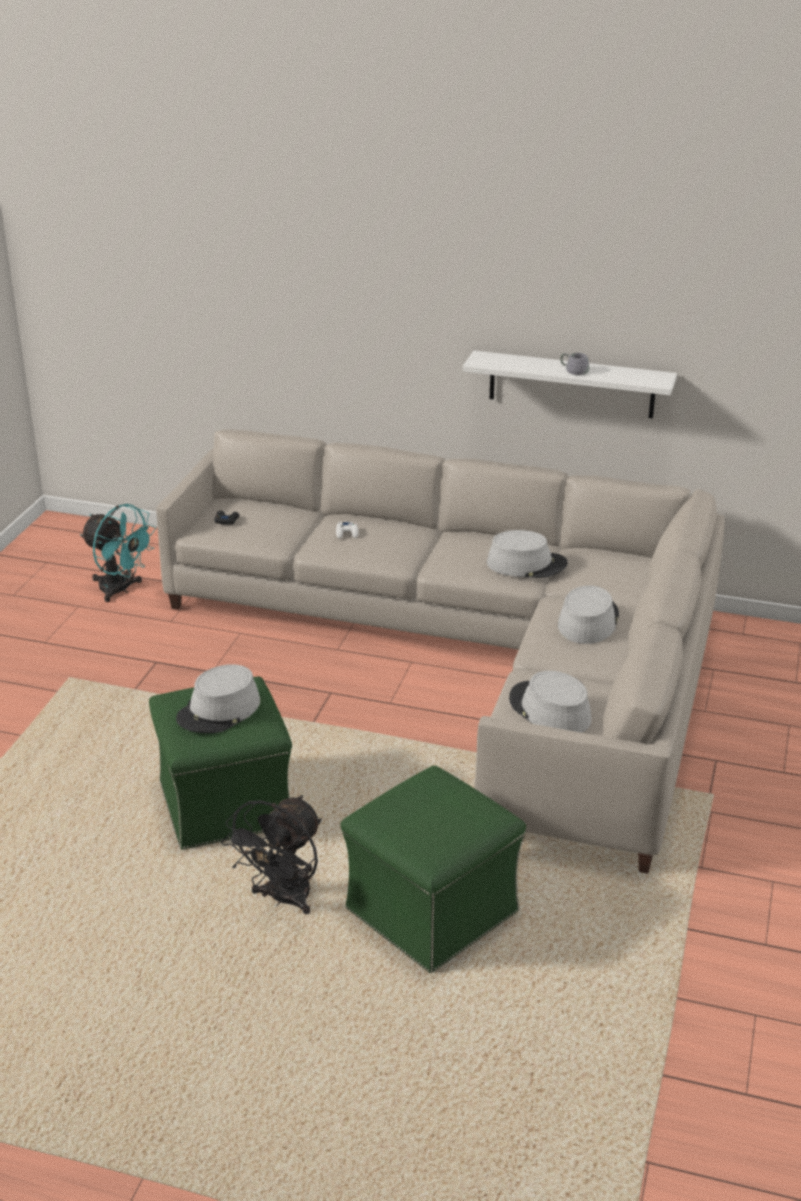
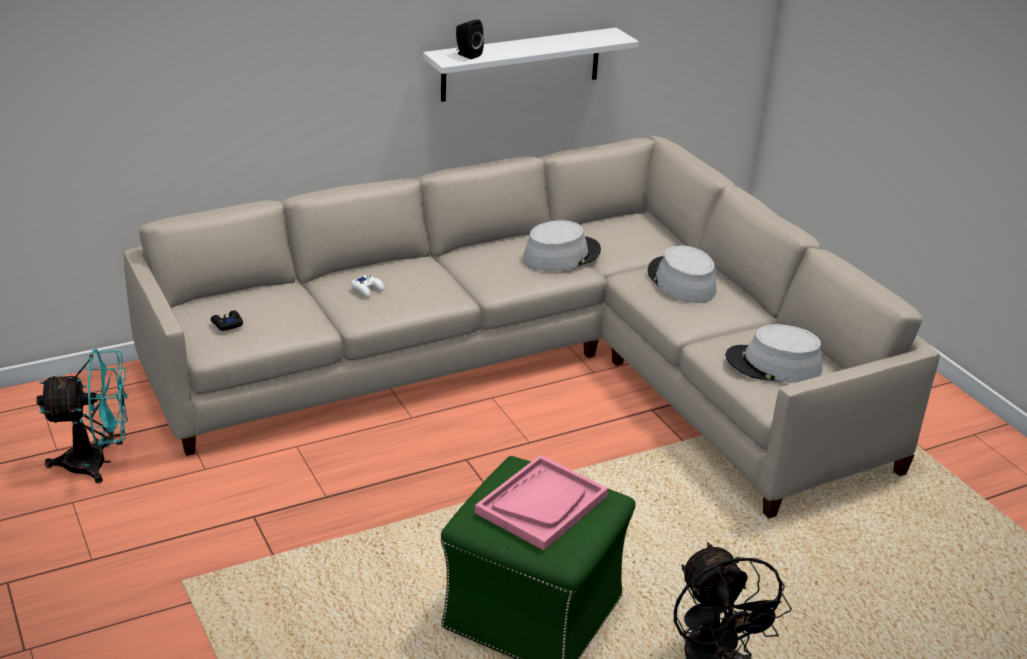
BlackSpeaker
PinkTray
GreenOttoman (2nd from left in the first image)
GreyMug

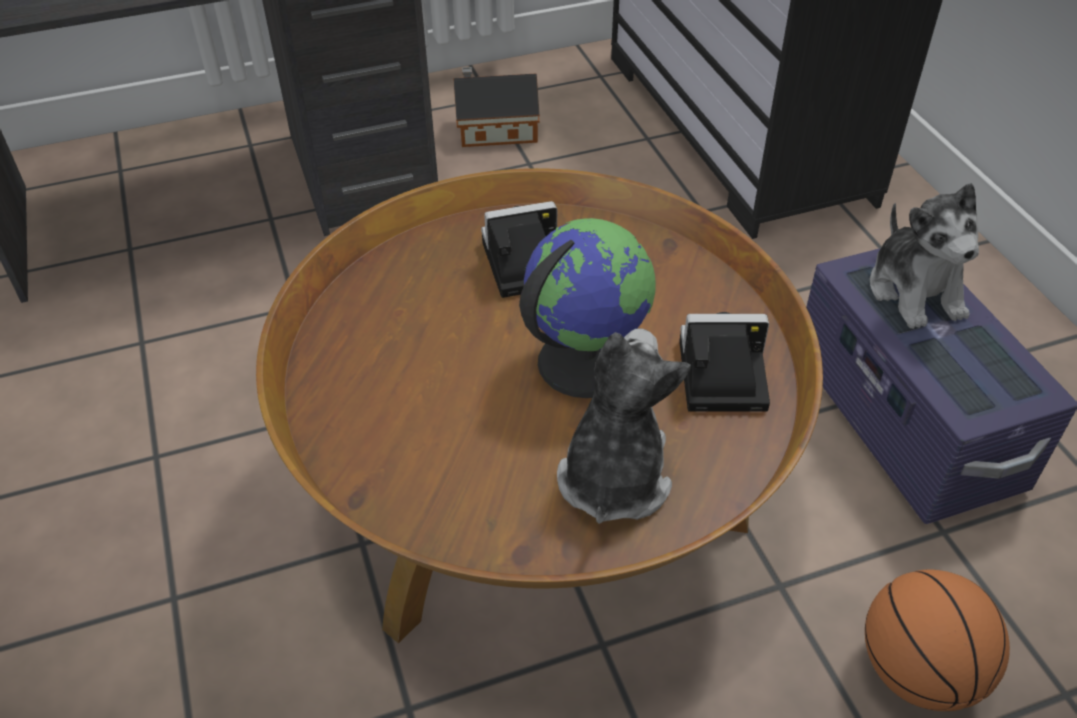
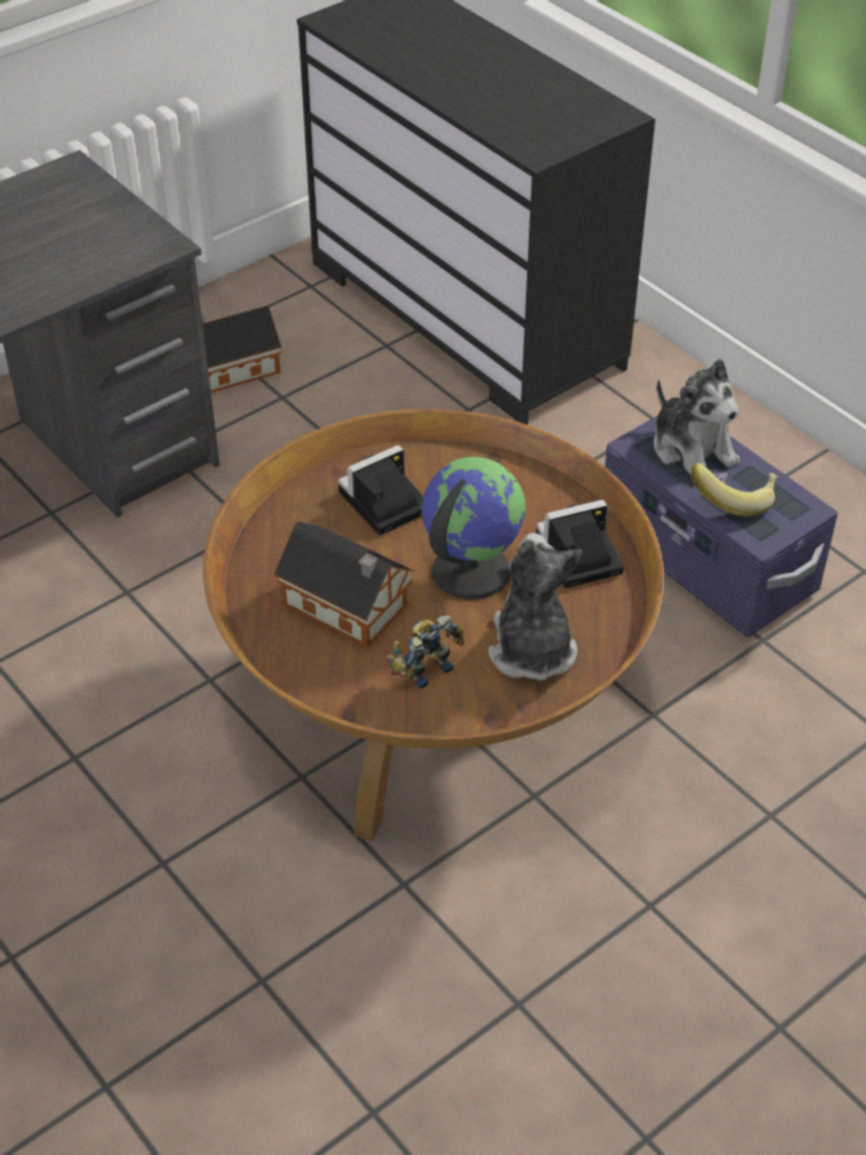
ToyHouse (2nd from left)
ToyRobot
Banana
Basketball

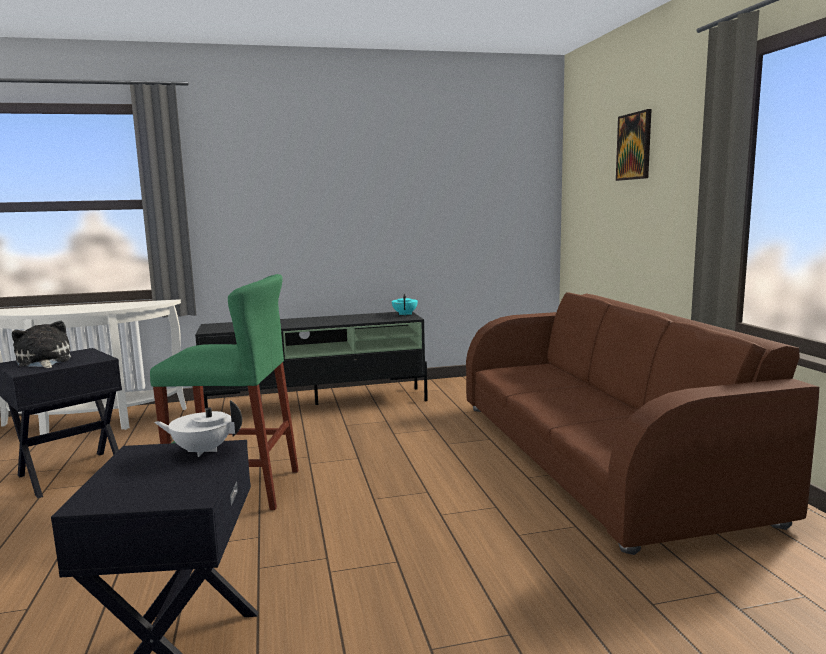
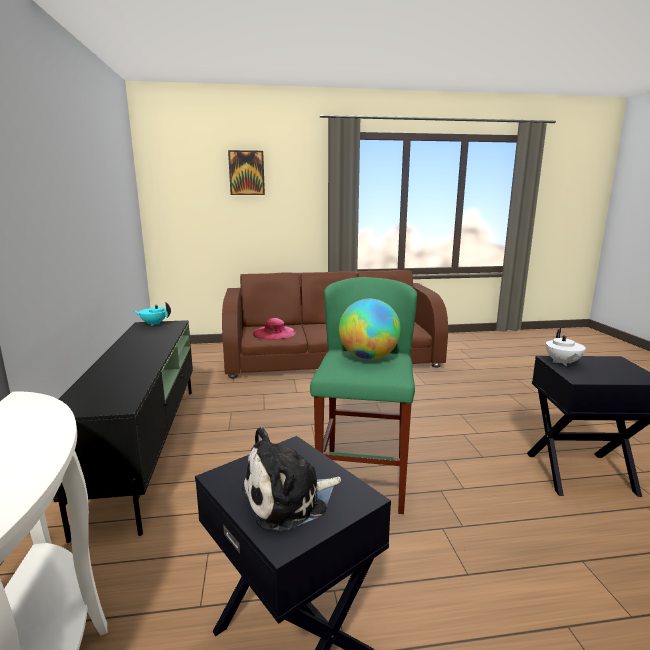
PinkHat
Globe

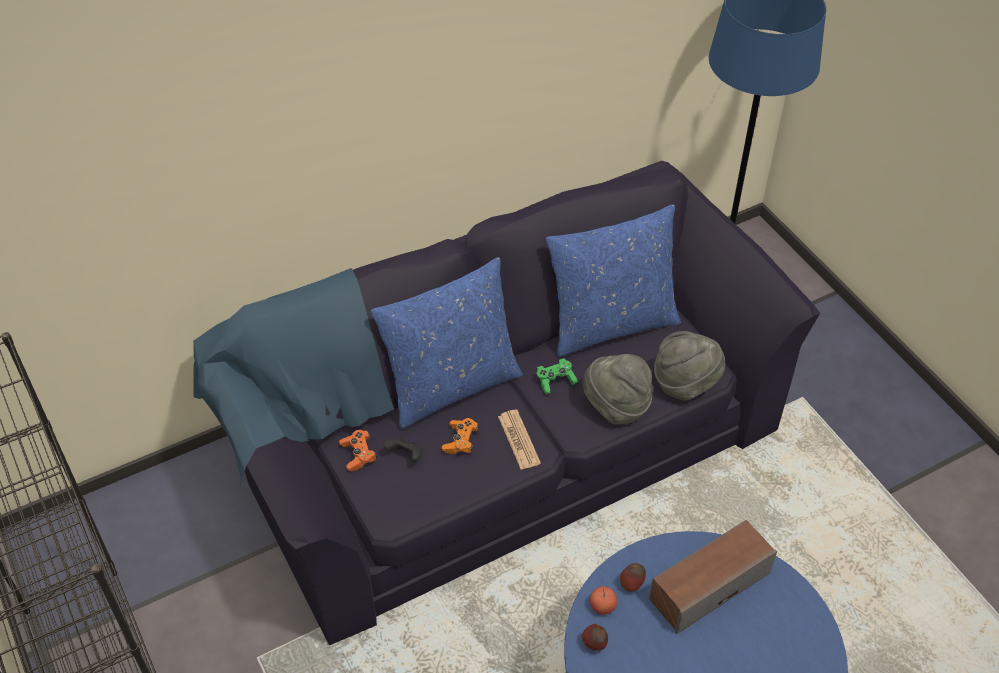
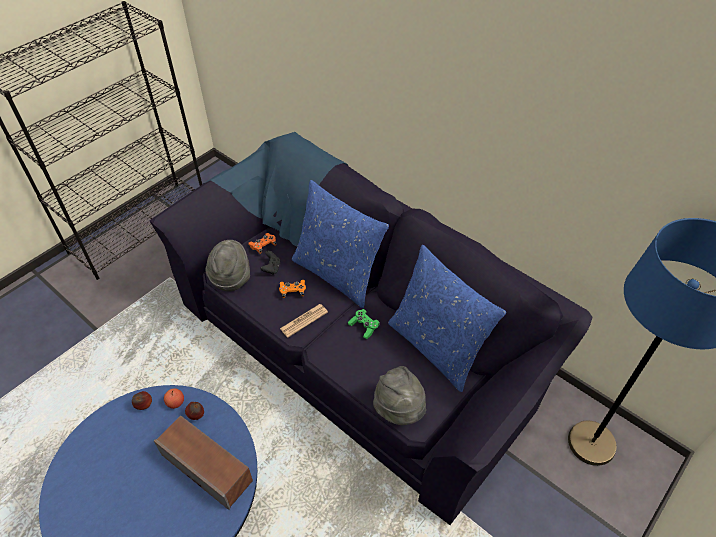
GreyHat (1st from left)

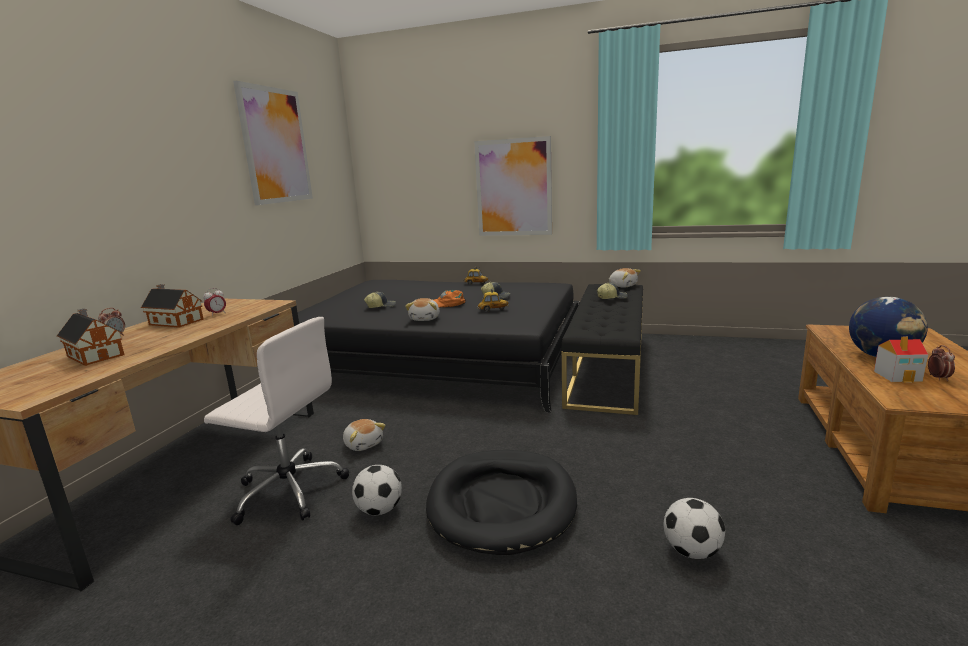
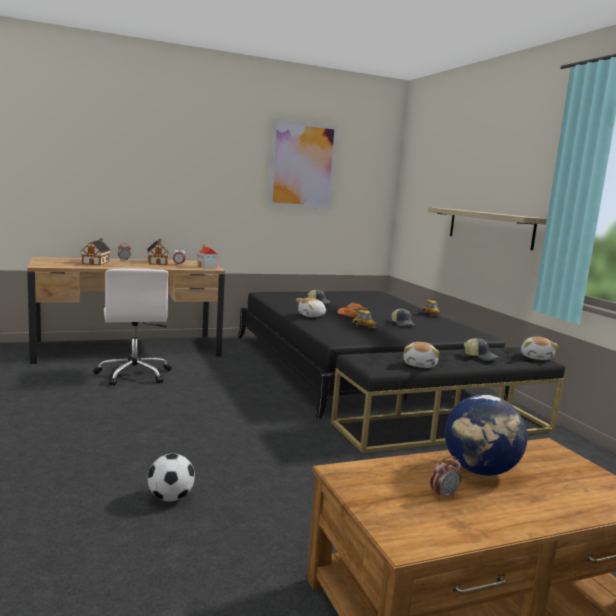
ToyHouse (3rd from left)
PlushToy (2nd from left)
Shelf
Football (1st from left in the first image)
BlackDogBed

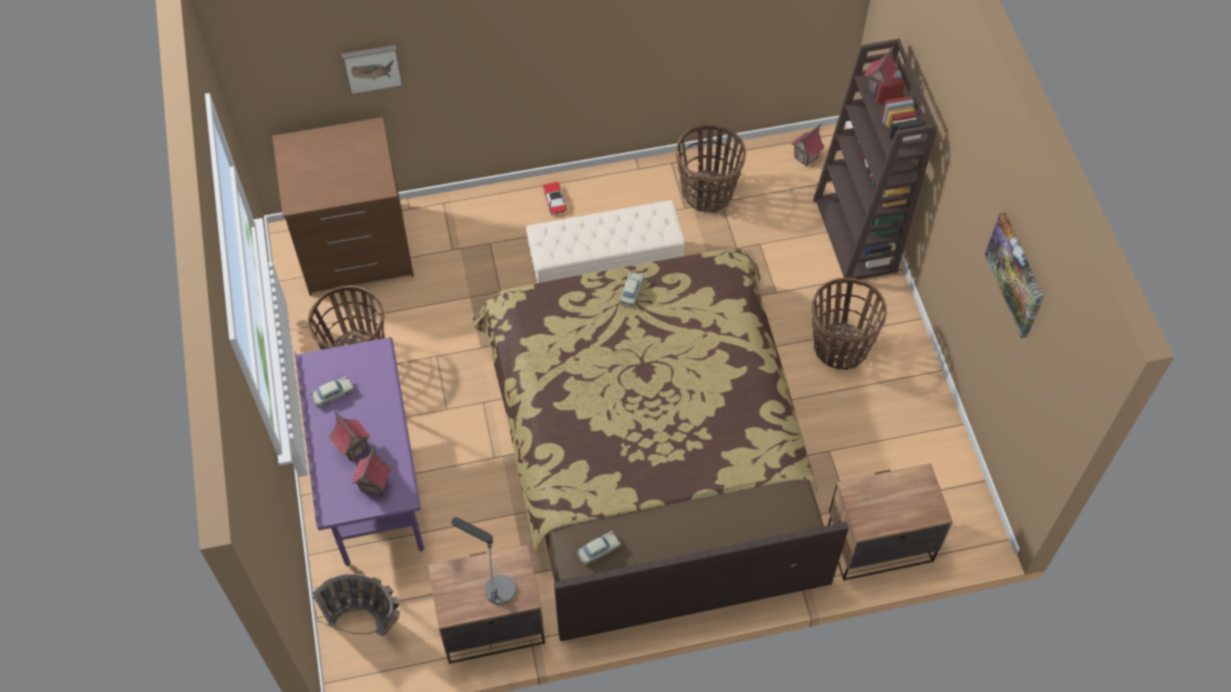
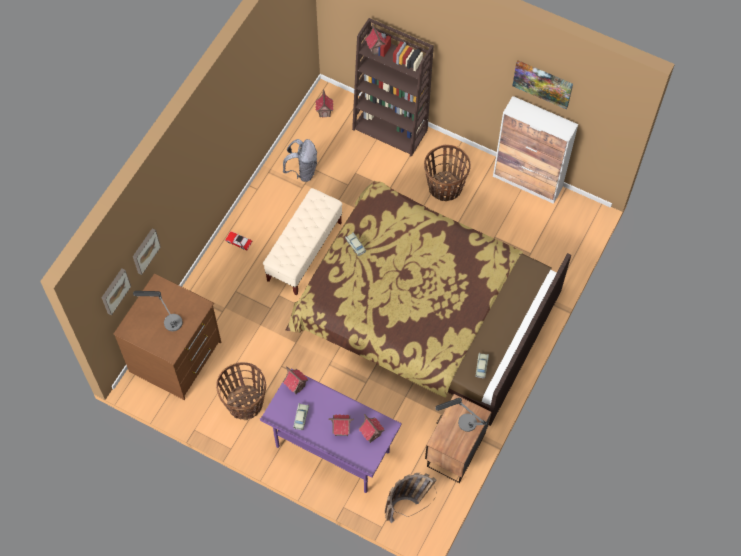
Picture (1st from left)
TableLamp (1st from left)
GreyBackpack
ToyHouse (1st from left)
Cabinet
Nightstand (2nd from left in the first image)

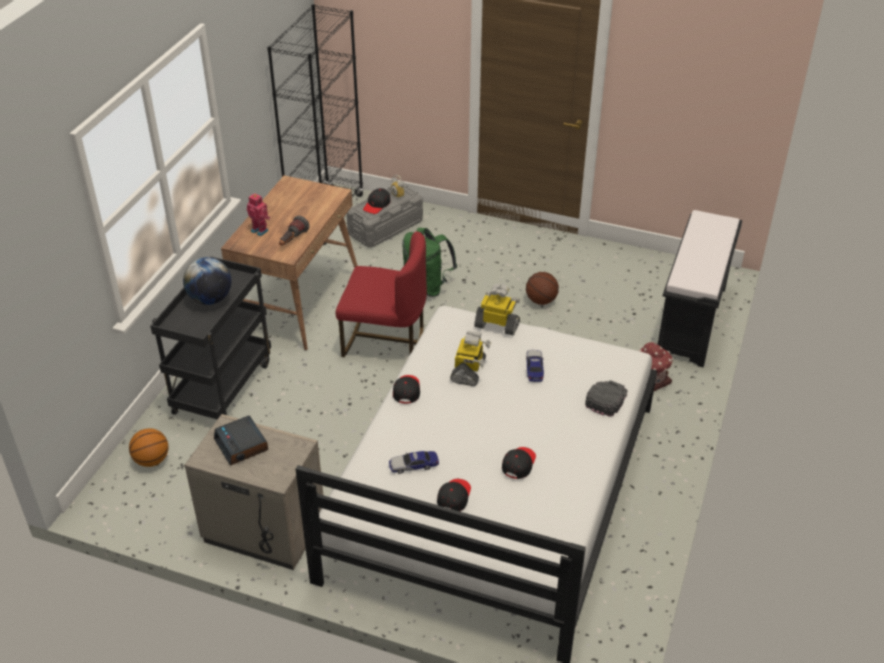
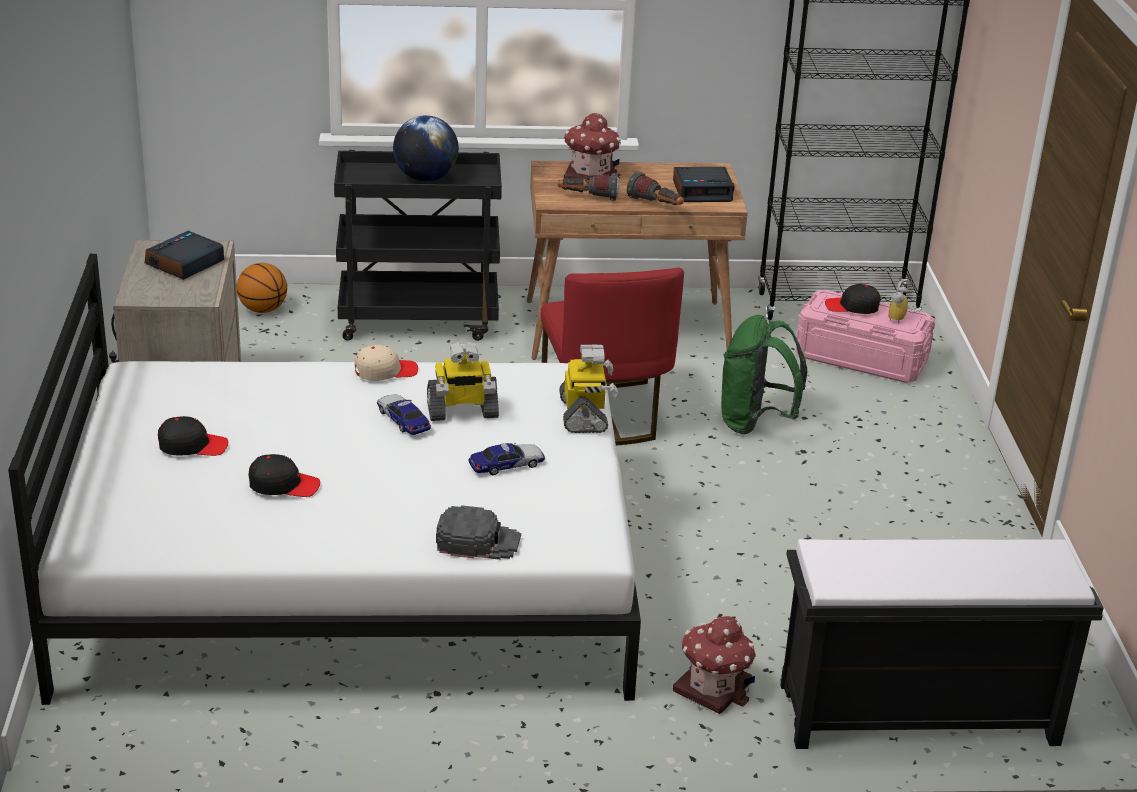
BeigeCap
ToyCar (1st from left)
ToyHouse (1st from left)
Flashlight (2nd from left)
AlarmClock (2nd from left)
PinkStorageBox
Basketball (2nd from left in the first image)

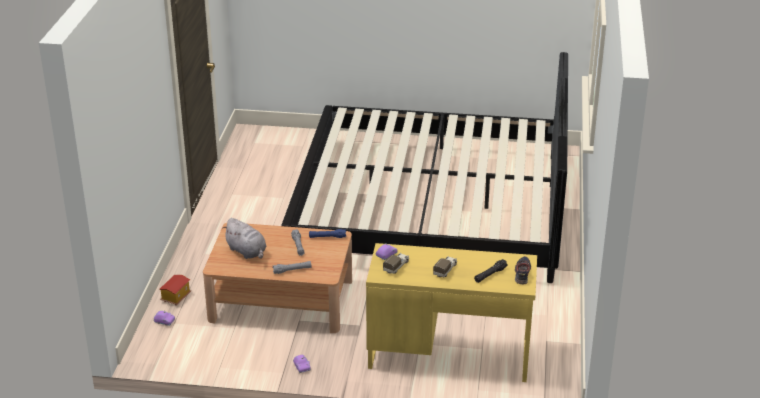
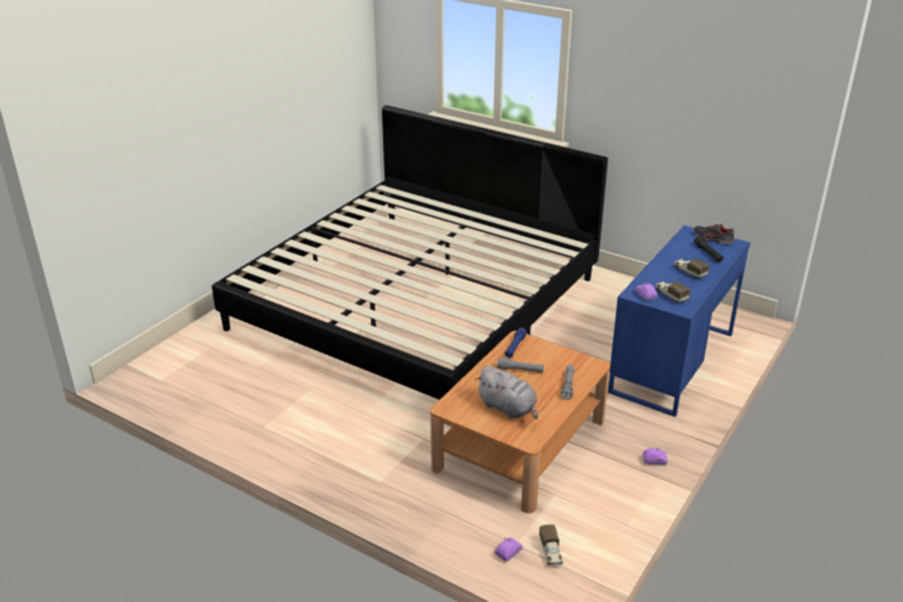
GreyPlushToy
ToyTruck (1st from left)
BlueDesk
ToyHouse

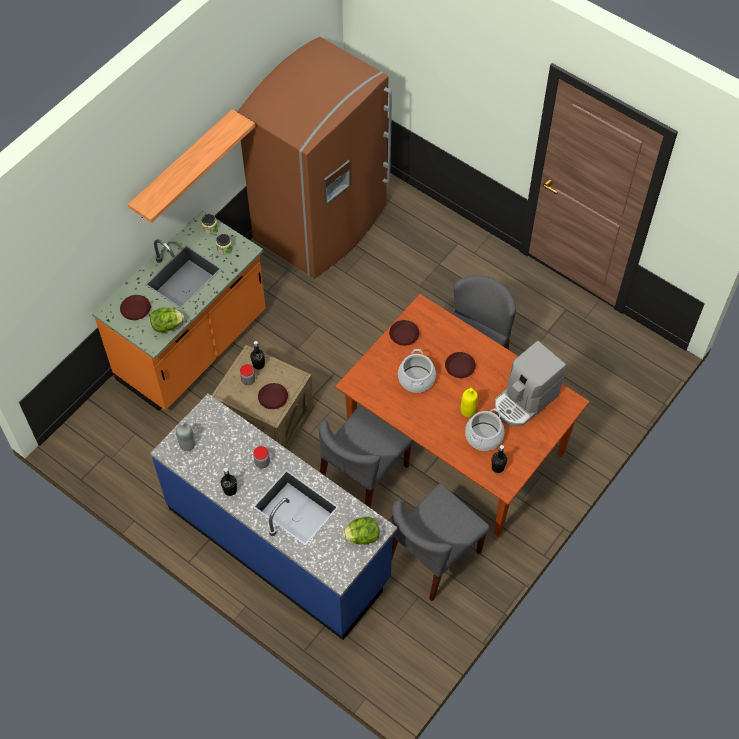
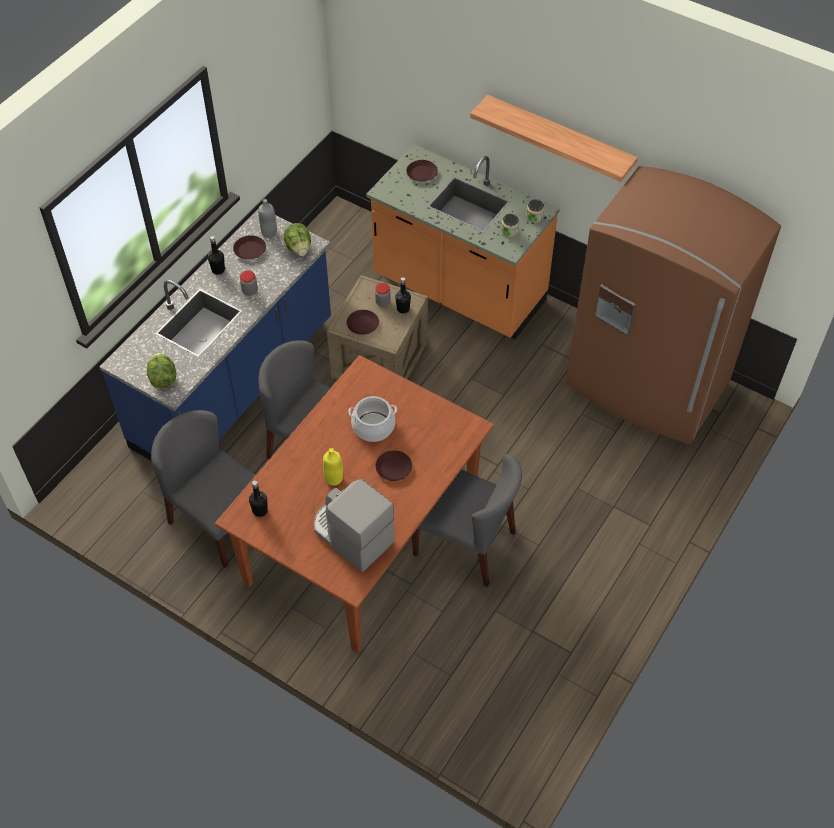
BrownPlate (1st from left)
Lettuce (2nd from left)
CookingPot (2nd from left in the first image)

